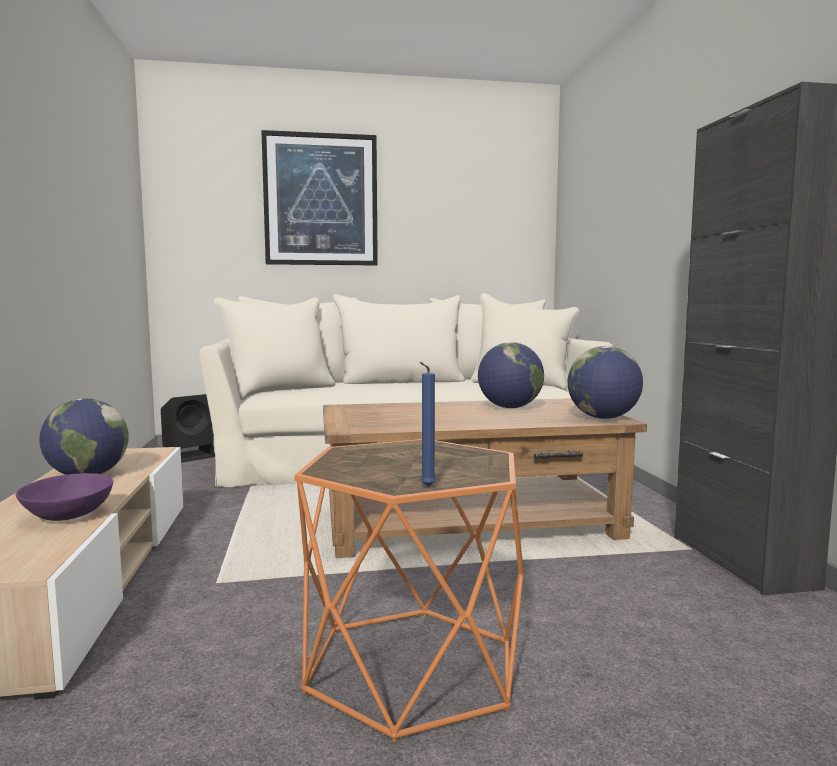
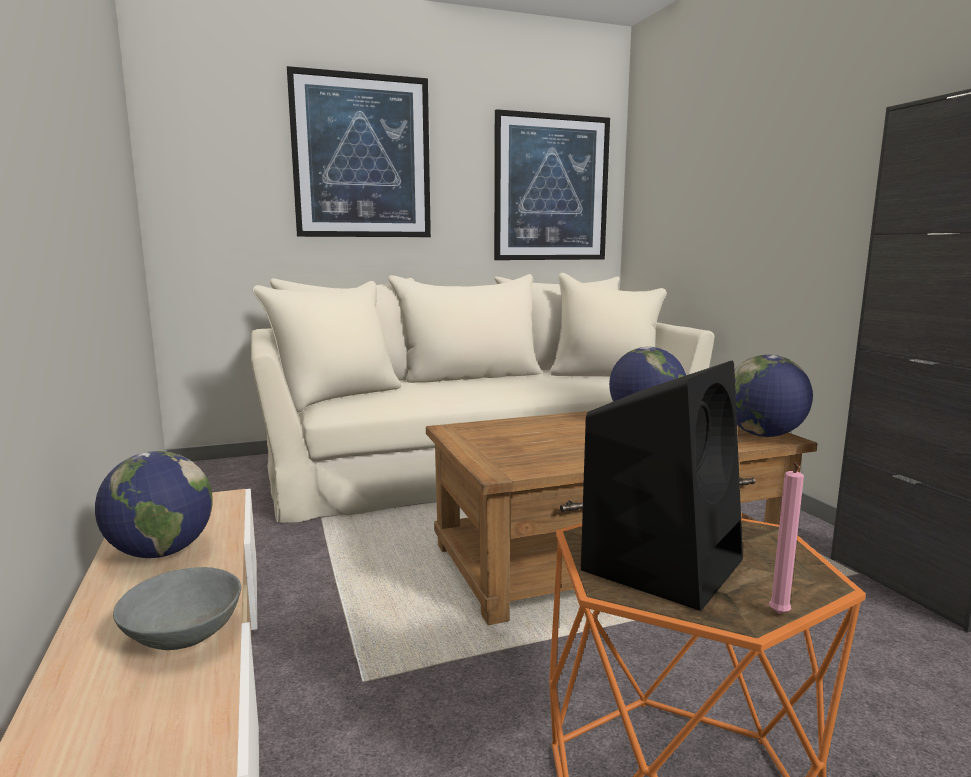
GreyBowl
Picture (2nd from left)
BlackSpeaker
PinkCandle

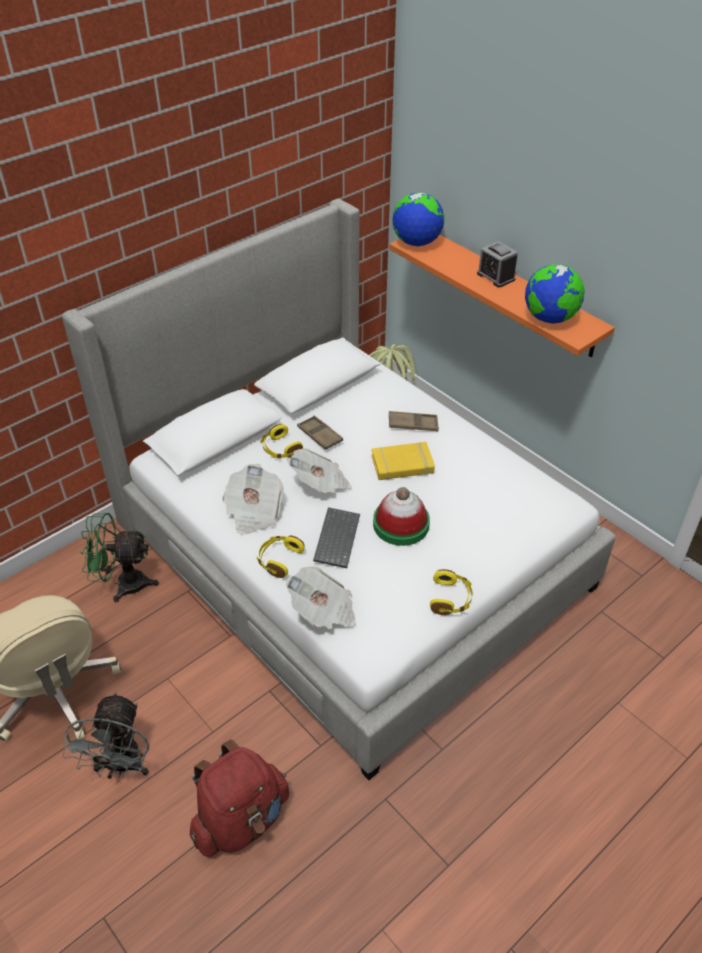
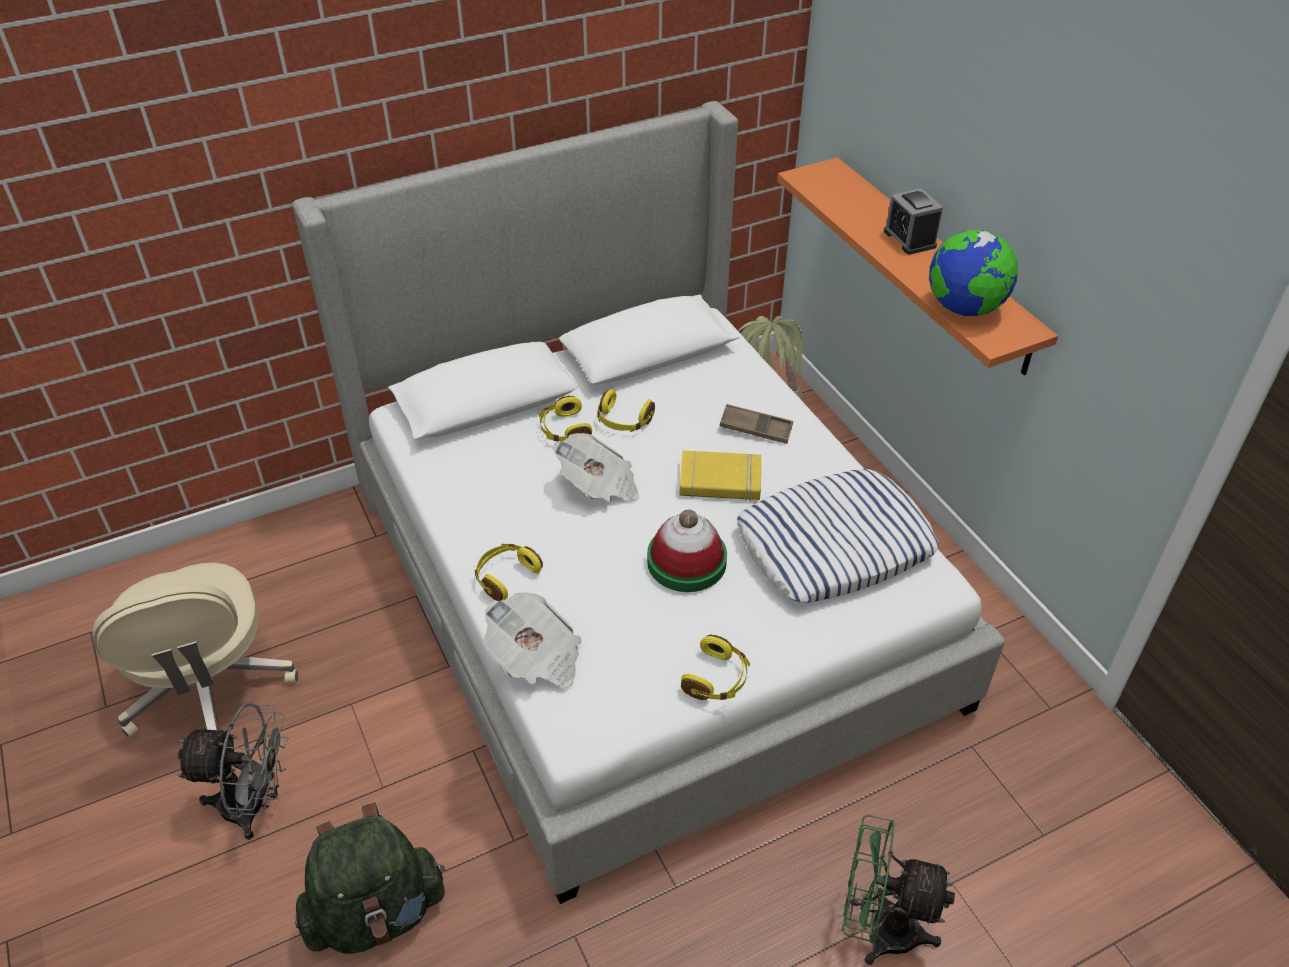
GreyFan
GreenBackpack
YellowHeadphones (3rd from left)
Pillow
GreenFan
Newspaper (1st from left in the first image)
Keyboard
Globe (1st from left in the first image)

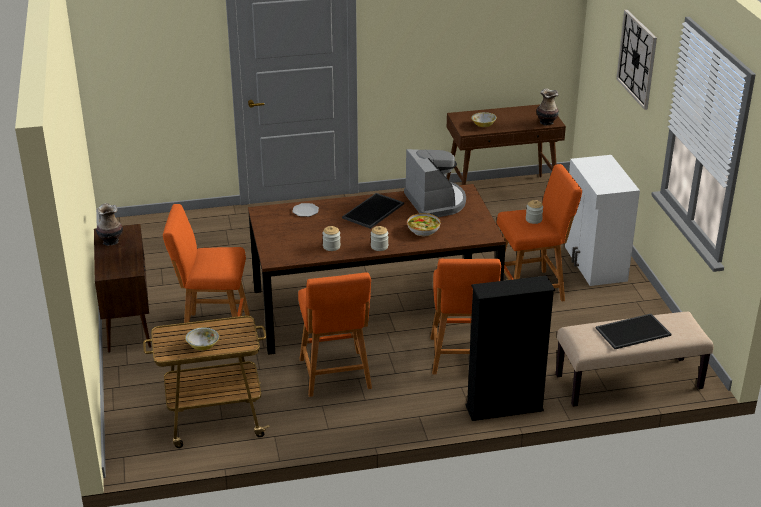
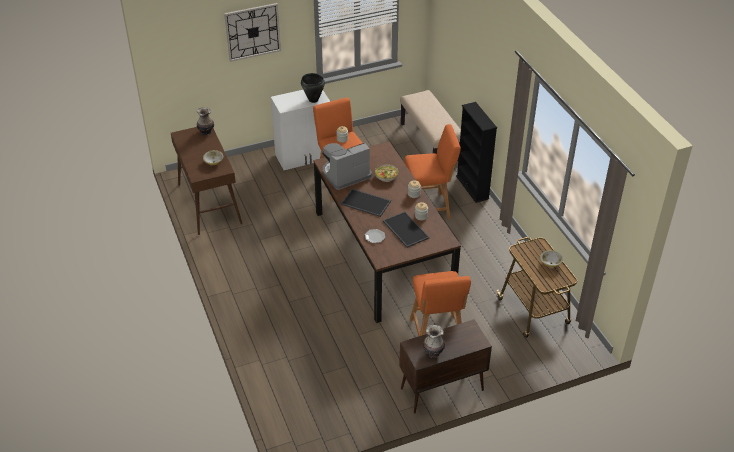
BlackCookingPot
Tray (2nd from left)
OrangeStool (2nd from left in the first image)

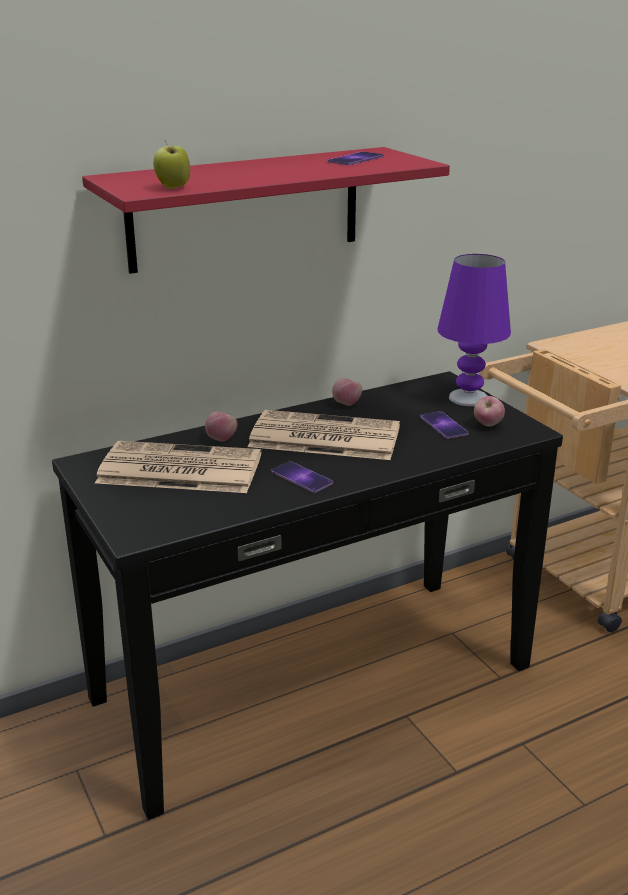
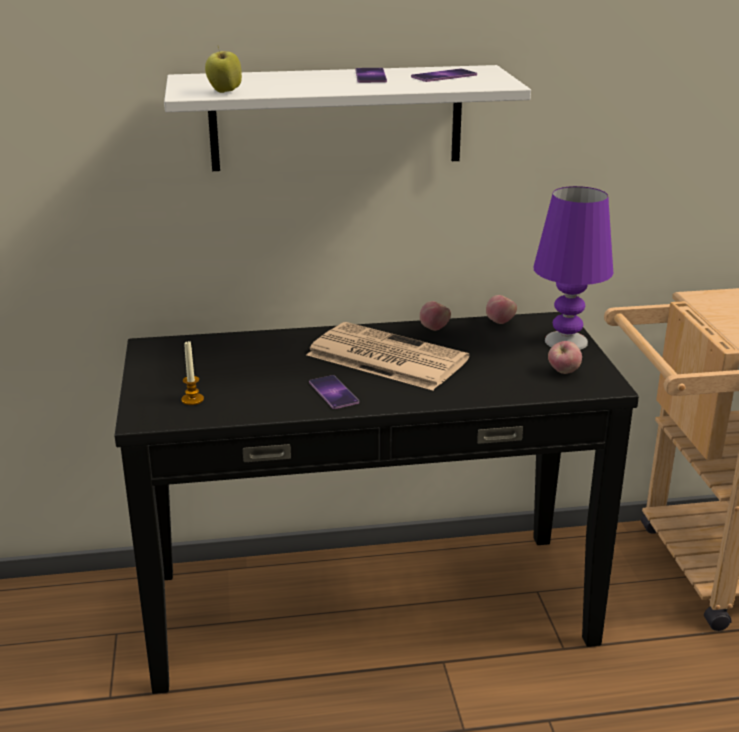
WhiteShelf
Candle
Phone (2nd from left)
Apple (3rd from left)
Newspaper (1st from left in the first image)

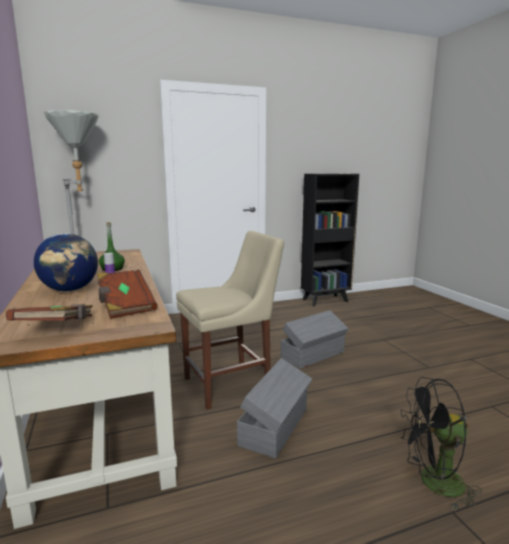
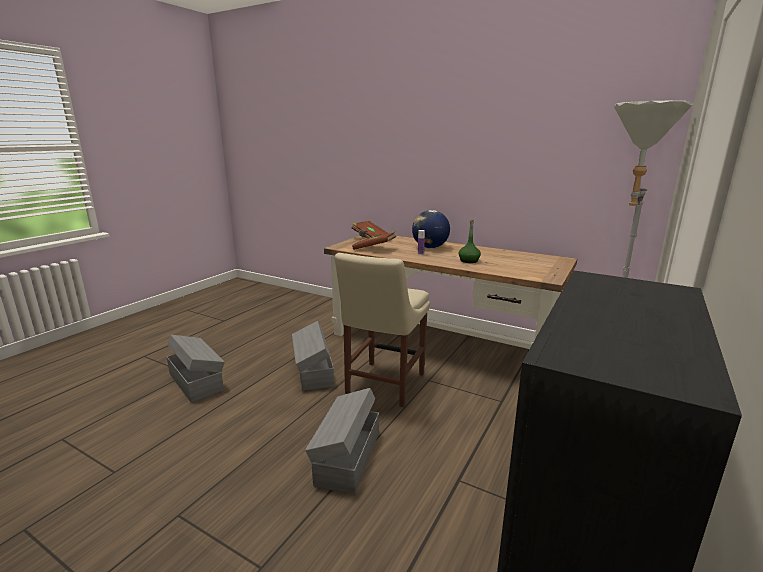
GreyStorageBox (1st from left)

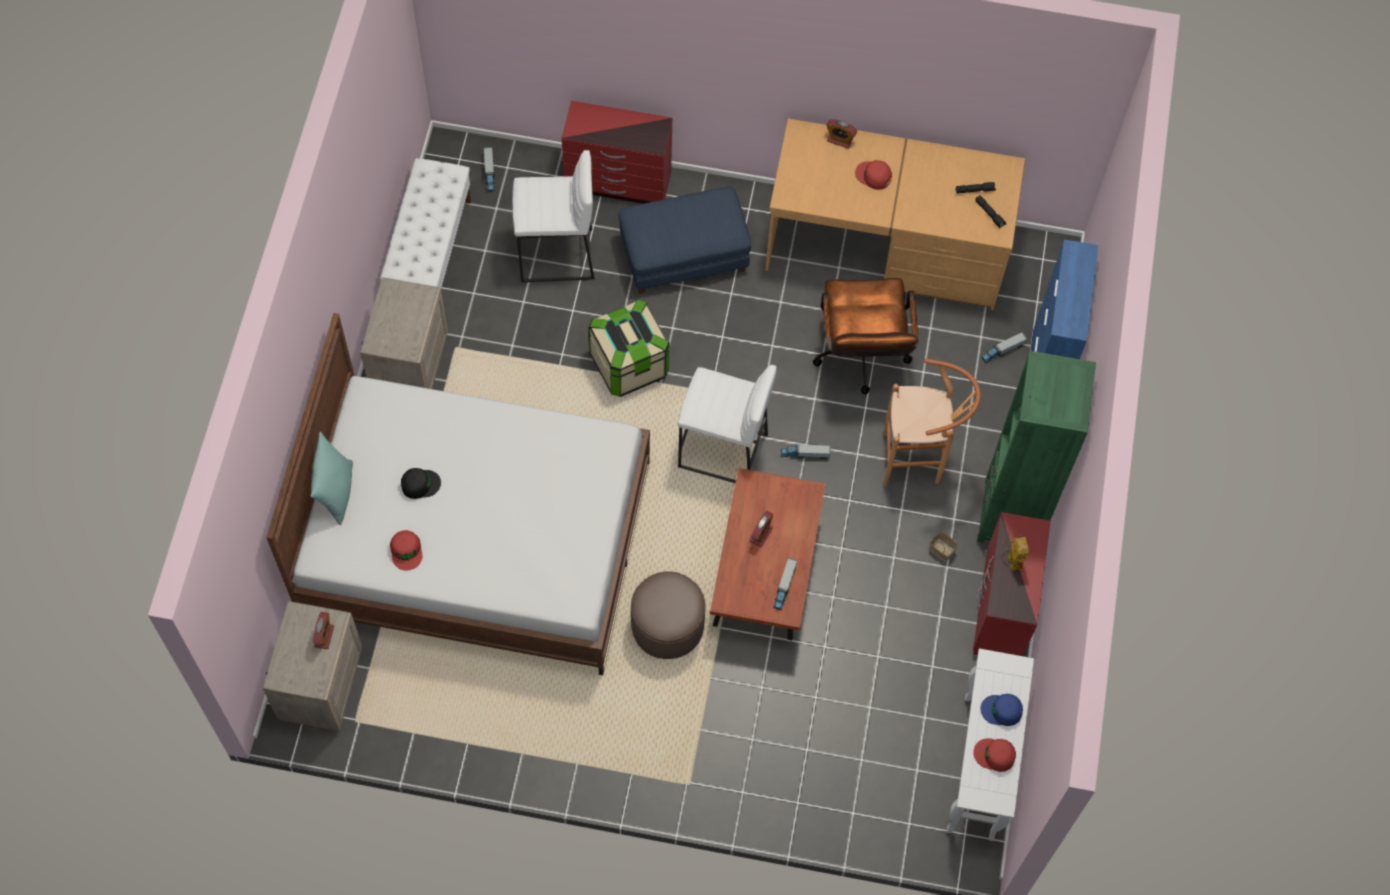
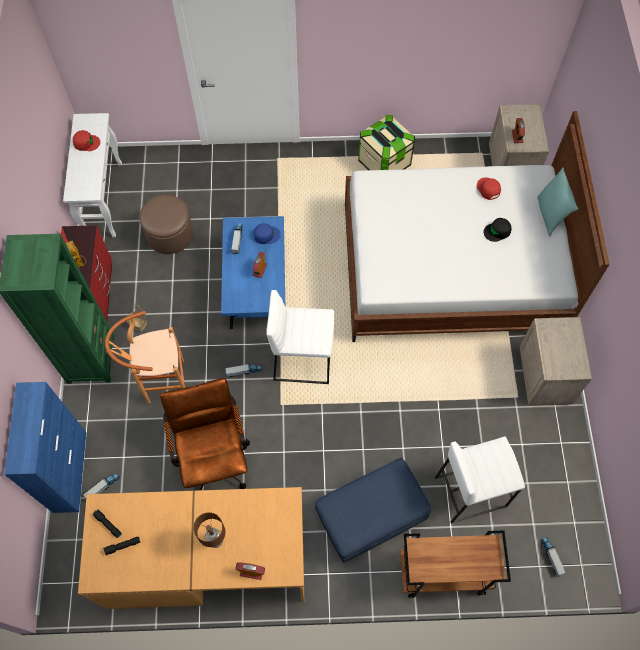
BrownOttoman
BrownTableLamp
BlueCoffeeTable
BlueCap
StorageBox
BrownCart
WhiteBench

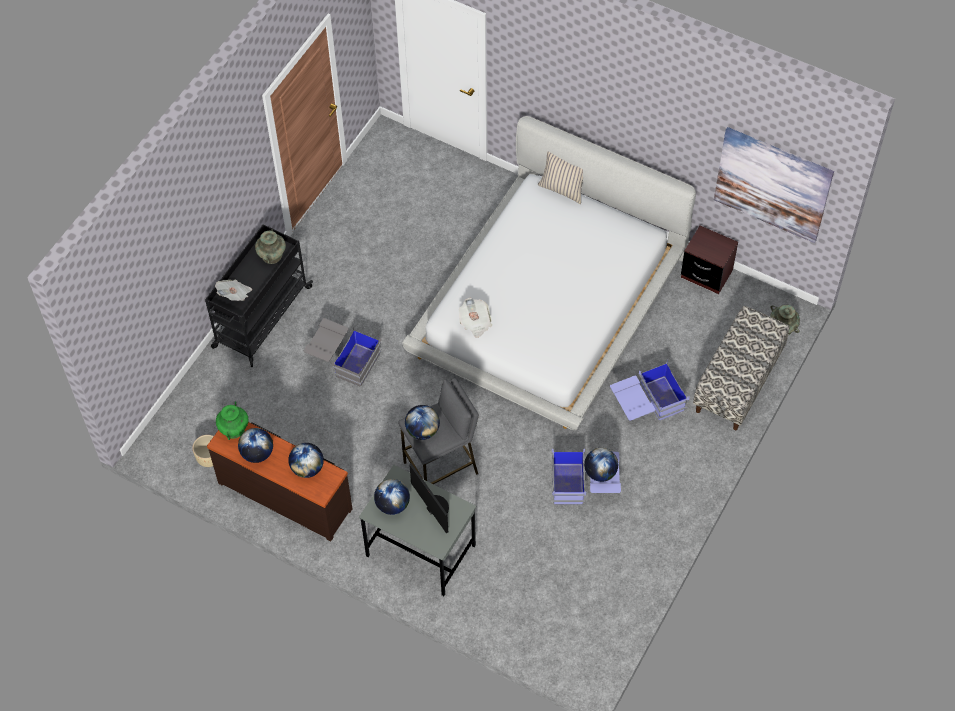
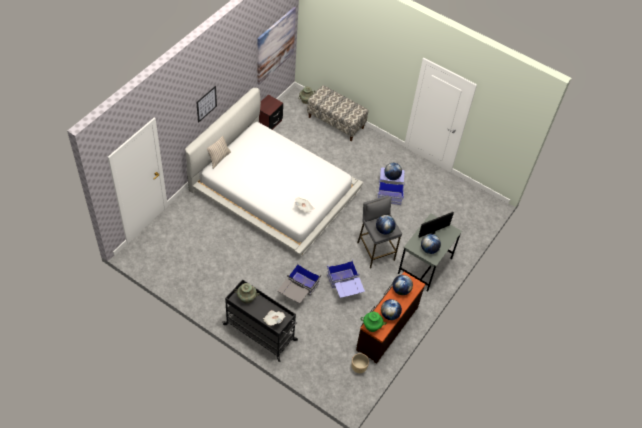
Picture (1st from left)
BlueStorageBox (1st from left)

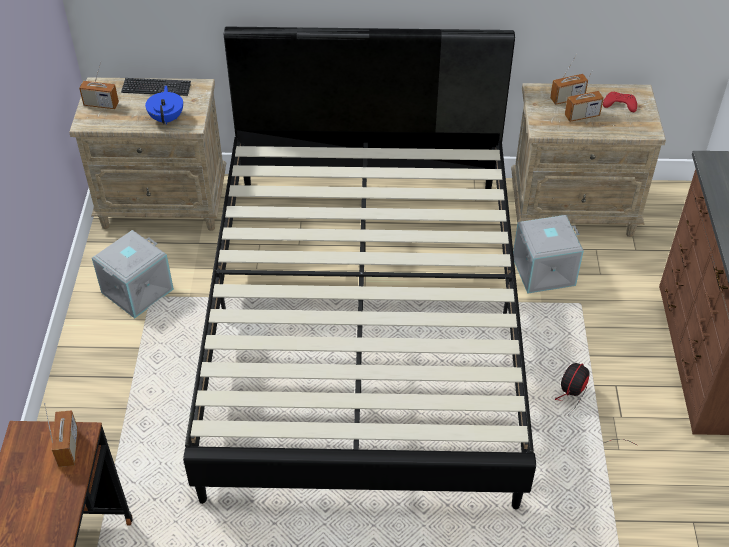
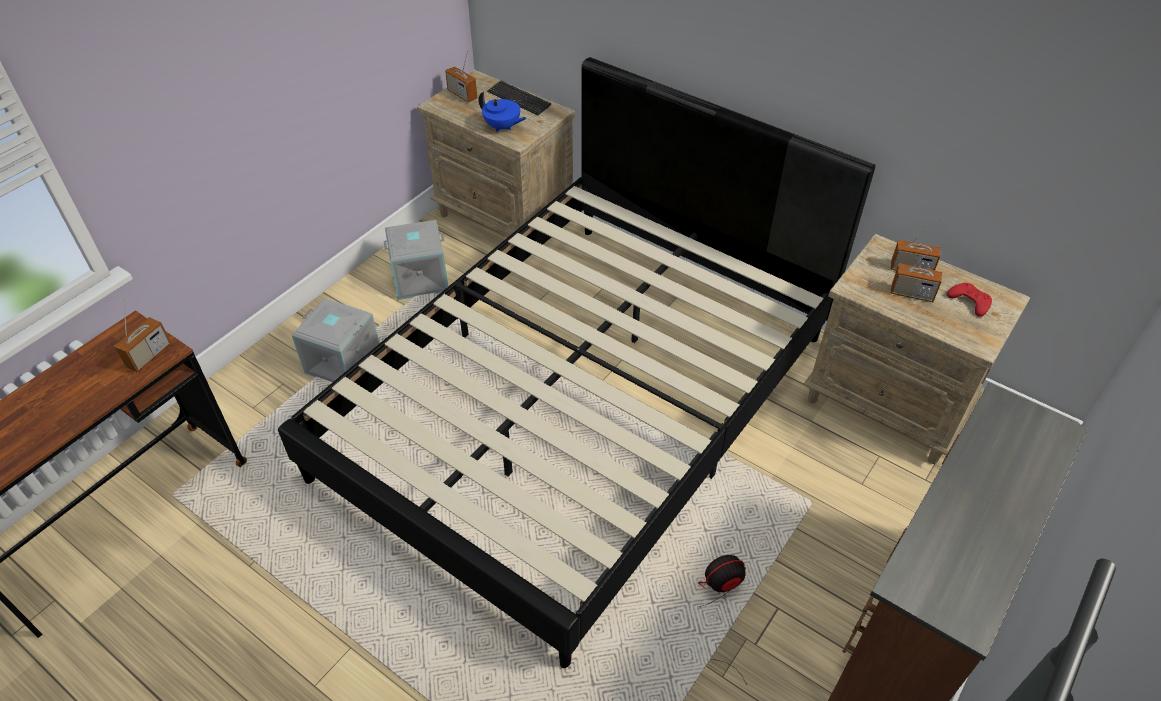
GreyStorageBox (1st from left)
BlueTeapot

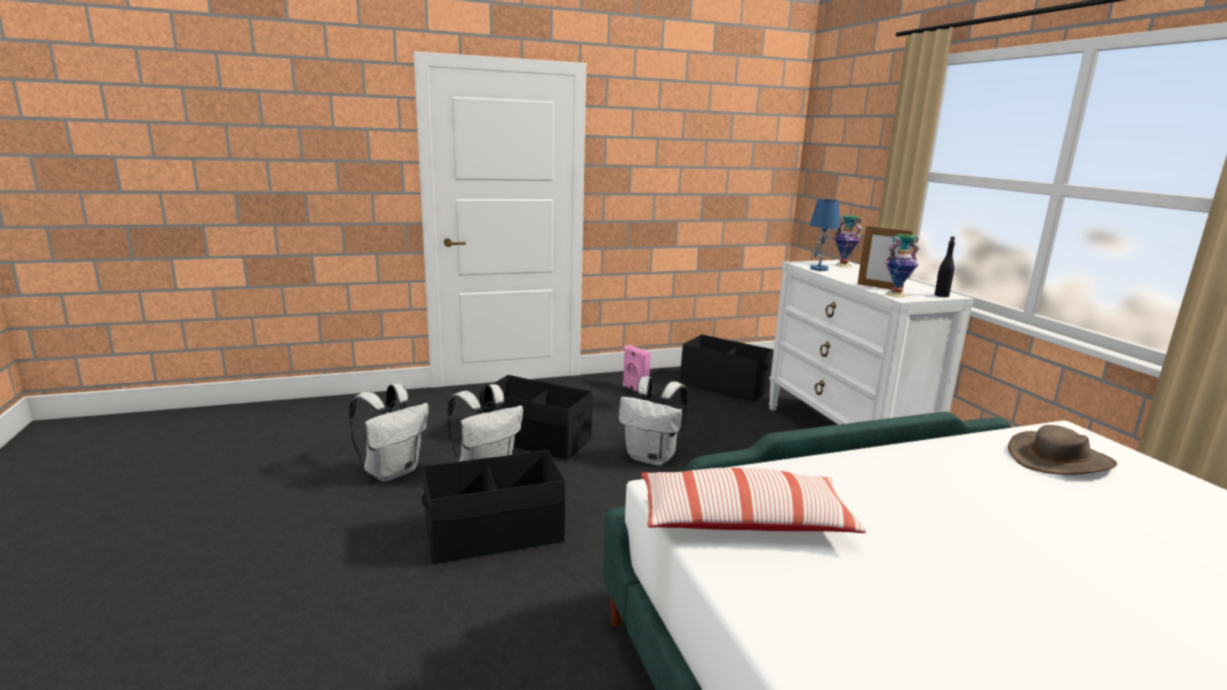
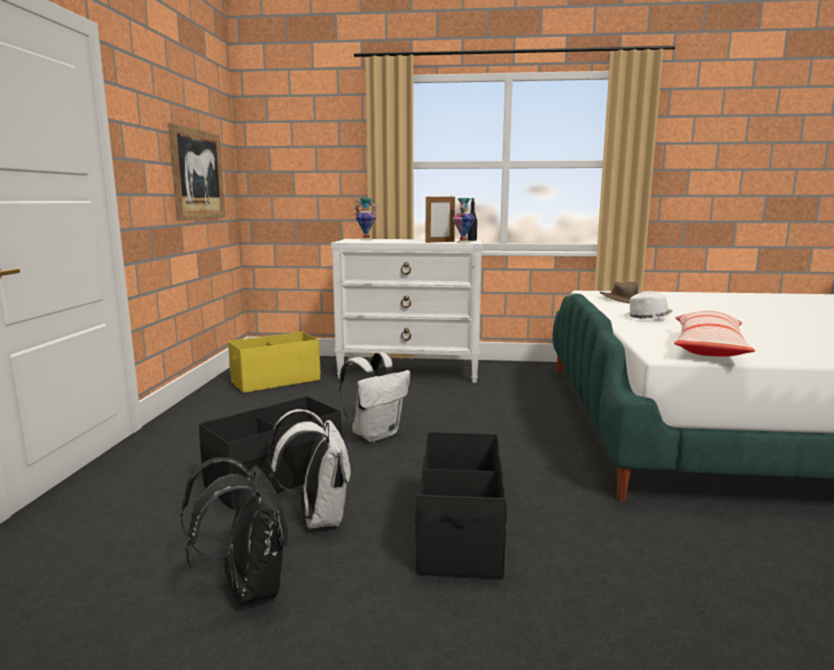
Picture
BlackBackpack
YellowStorageBox
WhiteHat
PinkSpeaker
BlueTableLamp

